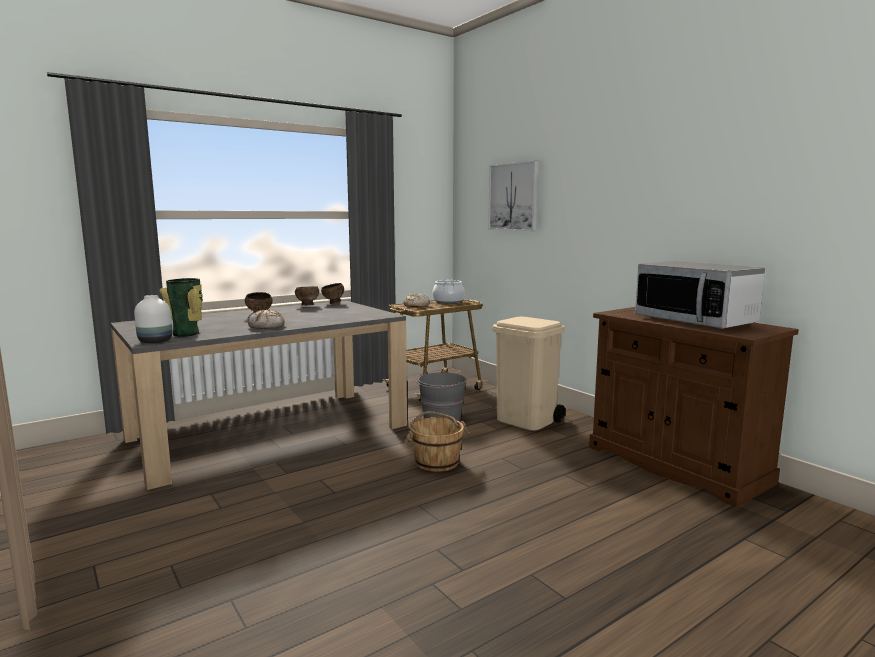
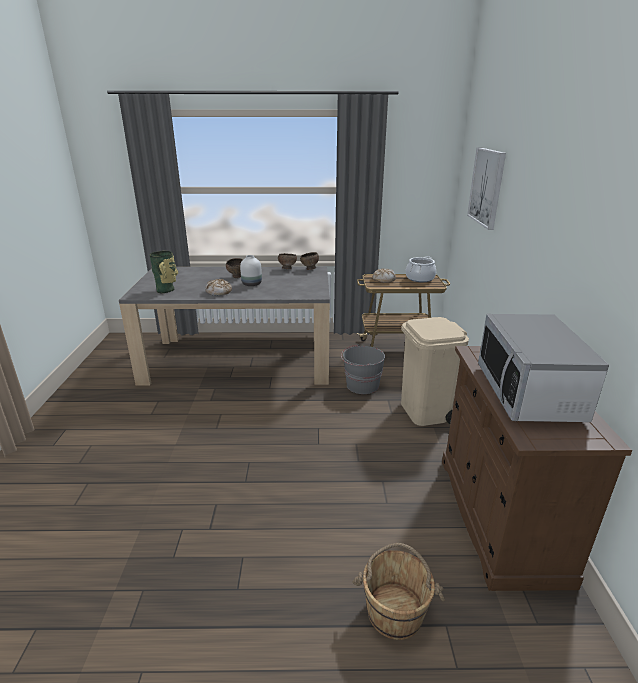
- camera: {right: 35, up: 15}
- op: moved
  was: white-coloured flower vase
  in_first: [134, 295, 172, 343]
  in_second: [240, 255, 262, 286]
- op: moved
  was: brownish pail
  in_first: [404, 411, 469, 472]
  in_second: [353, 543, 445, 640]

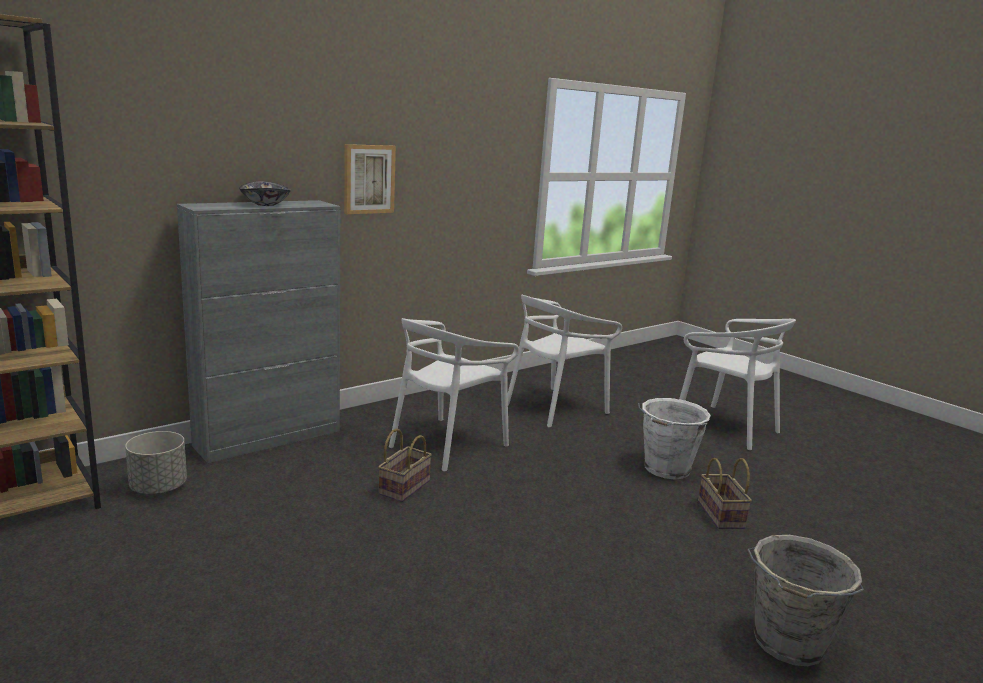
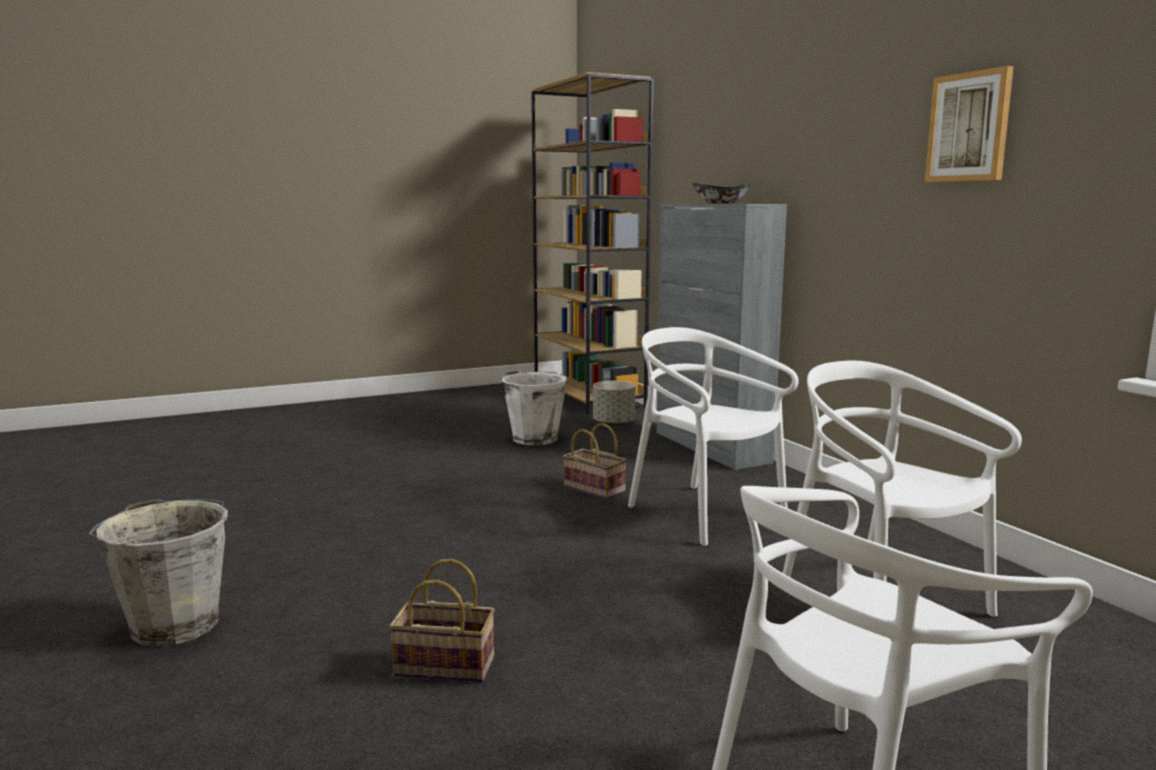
- camera: {right: 105, up: -5}
- op: moved
  was: picture
  in_first: [344, 144, 396, 214]
  in_second: [925, 66, 1014, 182]
- op: moved
  was: white-coloured pail
  in_first: [638, 398, 711, 479]
  in_second: [500, 371, 568, 445]

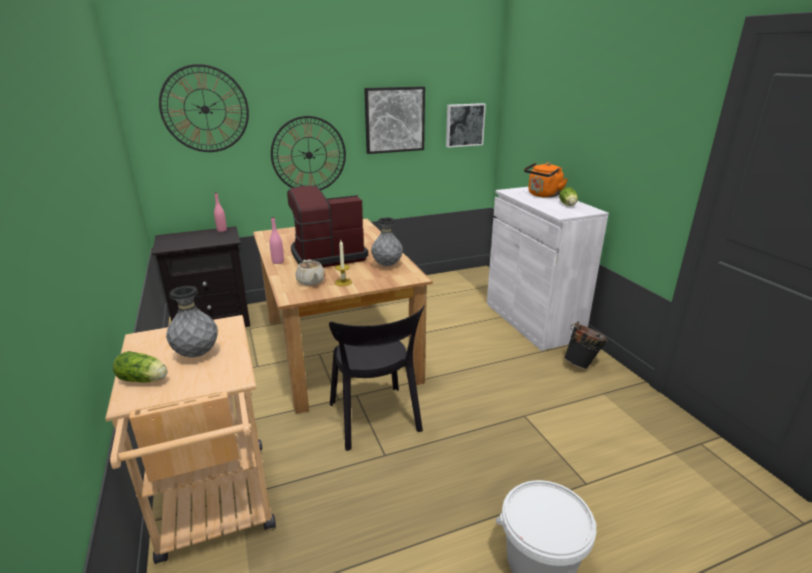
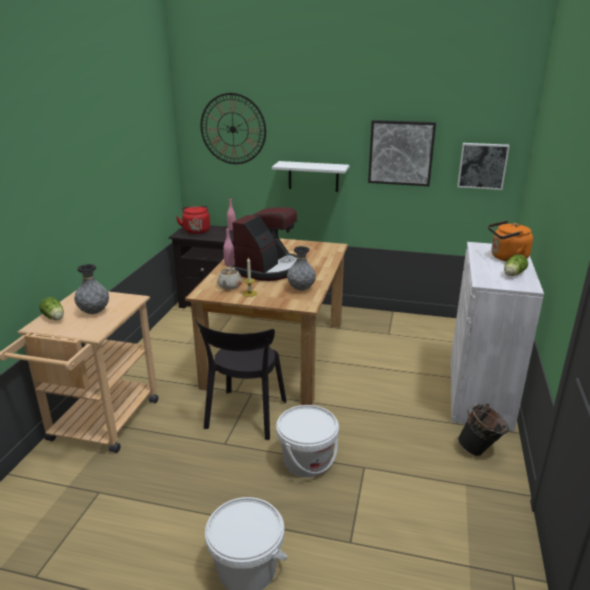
- camera: {right: 35, up: 0}
- op: added
  now: red water kettle
  in_second: [176, 206, 210, 234]
- op: added
  now: white-coloured pail
  in_second: [276, 405, 339, 478]
- op: replaced
  was: clock on the wall
  now: white-coloured wall shelf
  in_first: [271, 116, 346, 190]
  in_second: [272, 161, 350, 192]
- op: turned
  was: coffee machine
  in_first: [287, 186, 368, 267]
  in_second: [232, 207, 297, 281]
  clockwise: 105

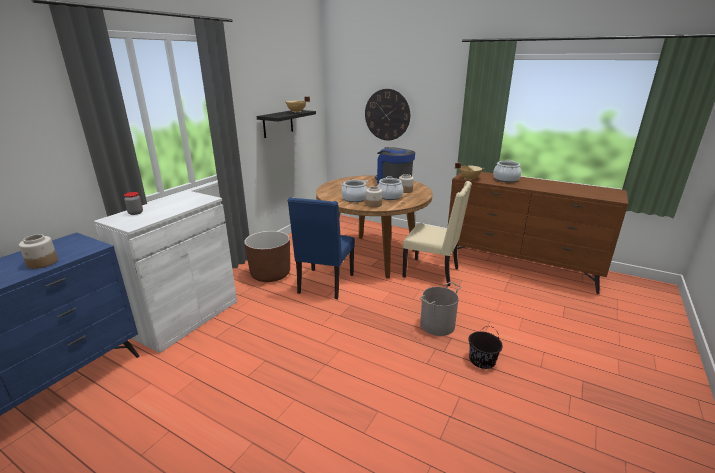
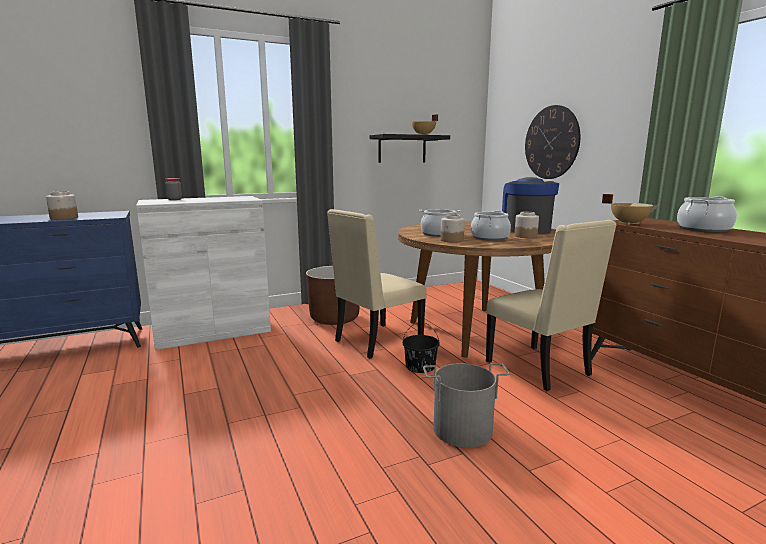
- camera: {right: 35, up: -10}
- op: moved
  was: black-coloured pail
  in_first: [468, 326, 503, 369]
  in_second: [402, 322, 440, 373]
- op: recoloured
  was: blue-coloured chair
  now: beige-coloured chair
  in_first: [288, 197, 355, 299]
  in_second: [327, 209, 426, 359]

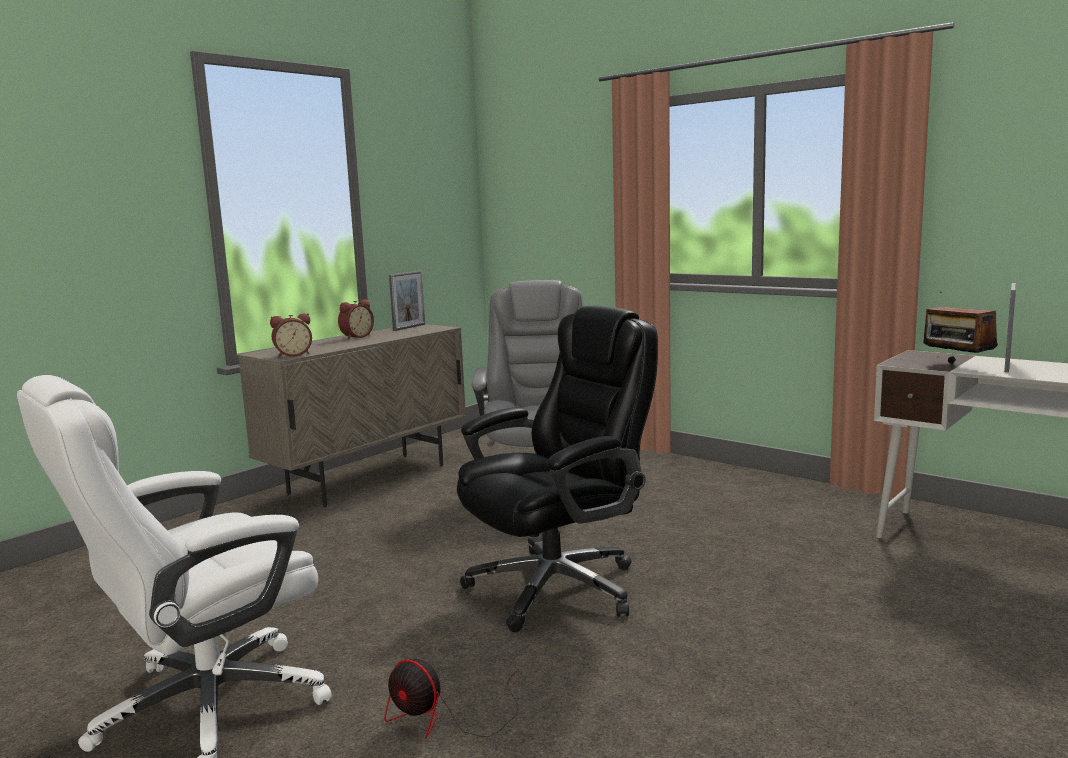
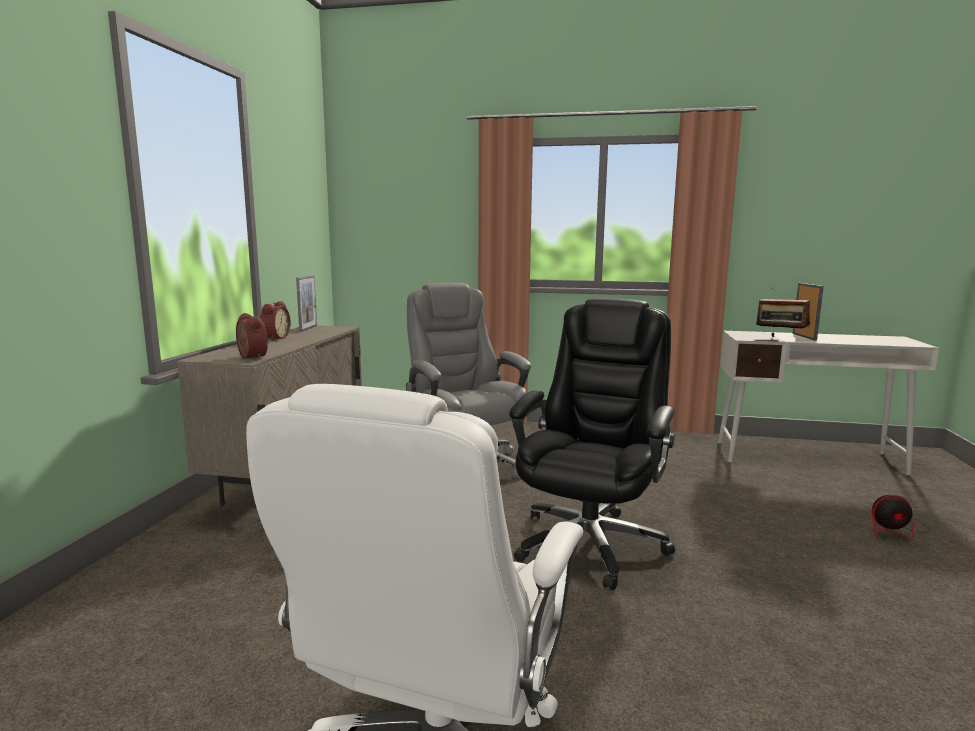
- camera: {right: -30, up: 0}
- op: moved
  was: fan
  in_first: [384, 659, 519, 738]
  in_second: [866, 495, 930, 540]
- op: turned
  was: bedside clock
  in_first: [270, 313, 312, 357]
  in_second: [236, 313, 268, 360]
  clockwise: -75

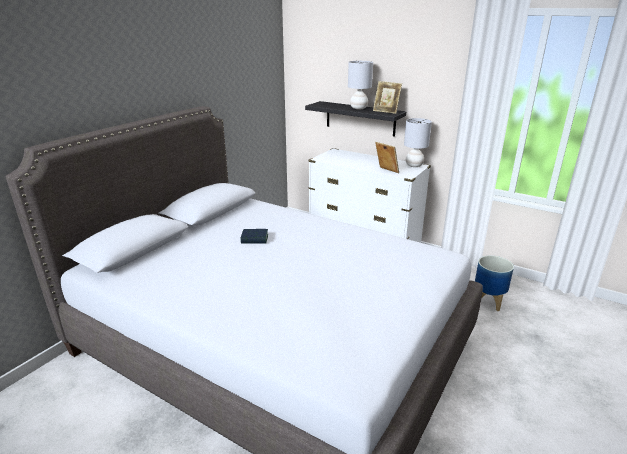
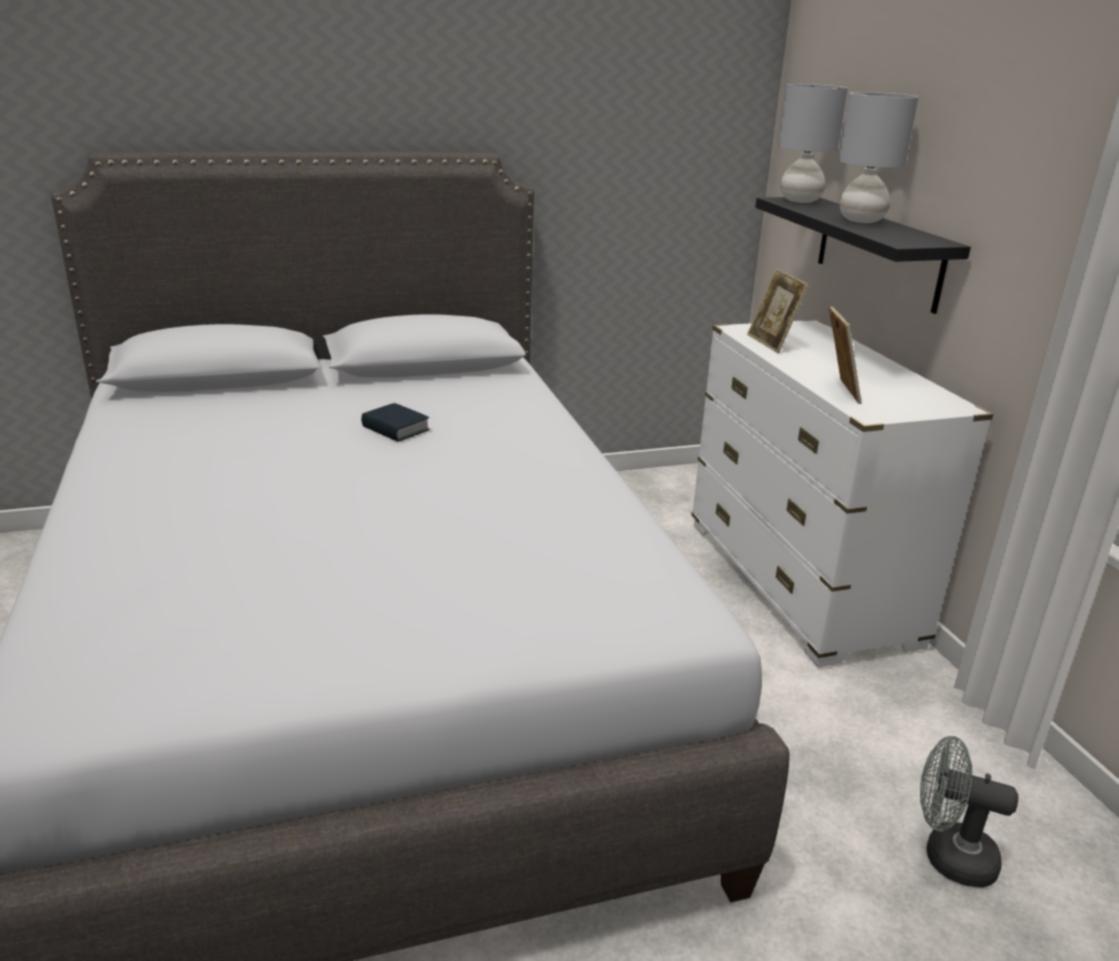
- camera: {right: 40, up: 0}
- op: moved
  was: picture frame
  in_first: [373, 81, 402, 114]
  in_second: [747, 268, 809, 353]
- op: moved
  was: grey table lamp
  in_first: [404, 118, 432, 167]
  in_second: [779, 84, 848, 203]
- op: replaced
  was: plant pot
  now: grey fan
  in_first: [475, 256, 514, 311]
  in_second: [920, 736, 1018, 887]

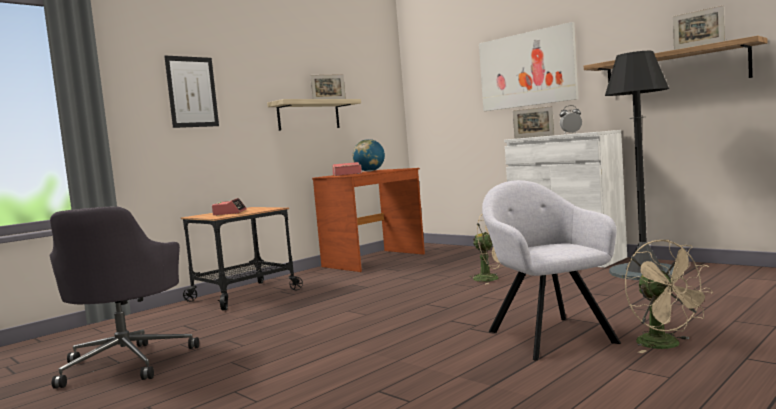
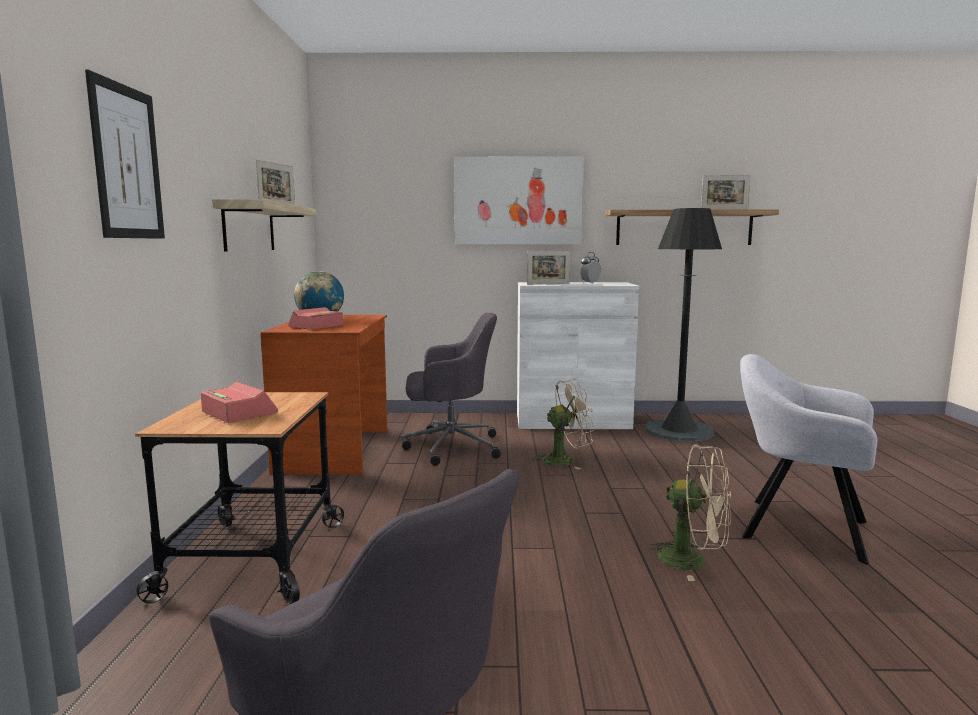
- camera: {right: -45, up: 5}
- op: added
  now: grey office chair
  in_second: [401, 313, 501, 466]
- op: moved
  was: beige-coloured fan
  in_first: [625, 240, 713, 353]
  in_second: [648, 444, 731, 581]

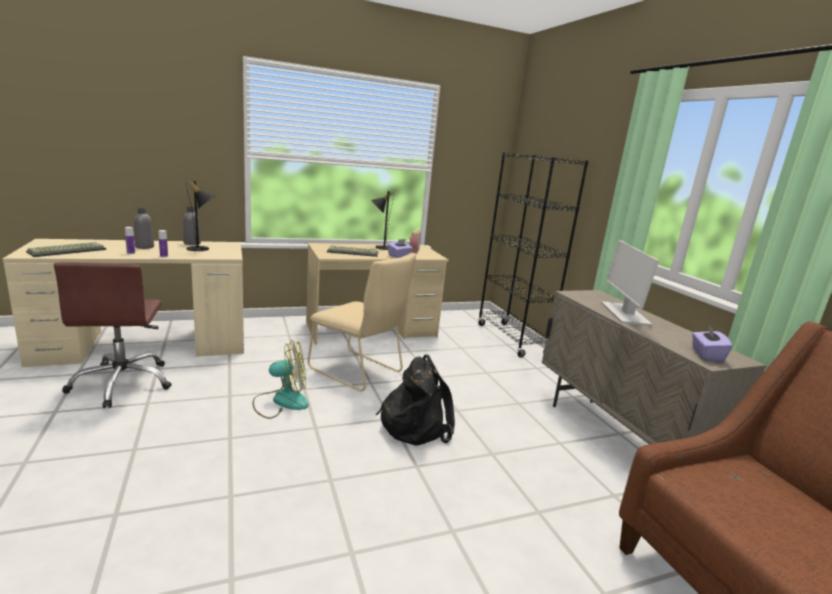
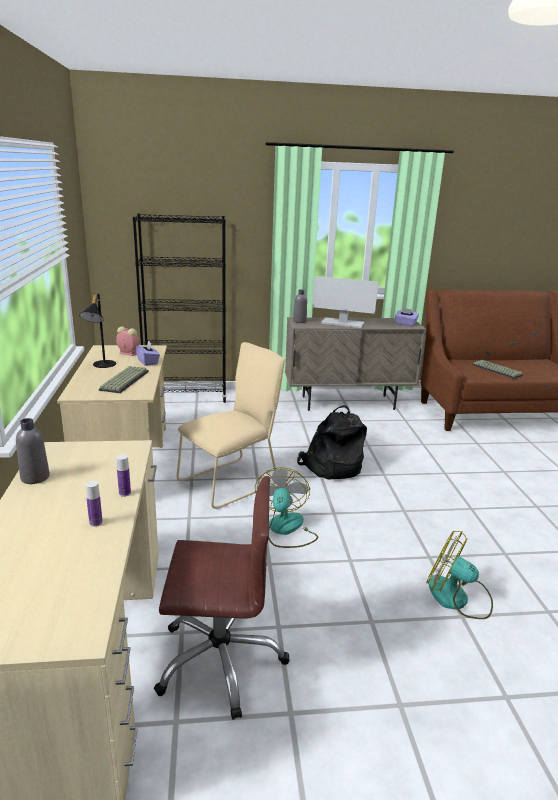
- camera: {right: -75, up: 5}
- op: removed
  was: black-coloured table lamp
  in_first: [186, 181, 216, 251]
- op: added
  now: fan
  in_second: [426, 531, 493, 619]
- op: moved
  was: keyboard
  in_first: [26, 242, 106, 257]
  in_second: [472, 360, 524, 379]
- op: moved
  was: grey beverage bottle
  in_first: [134, 208, 154, 249]
  in_second: [293, 290, 307, 323]

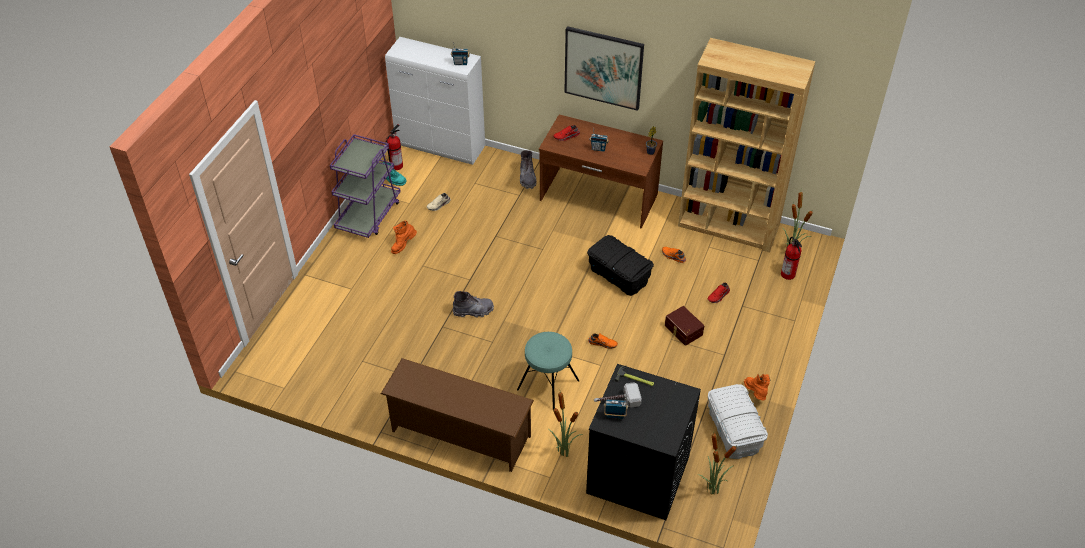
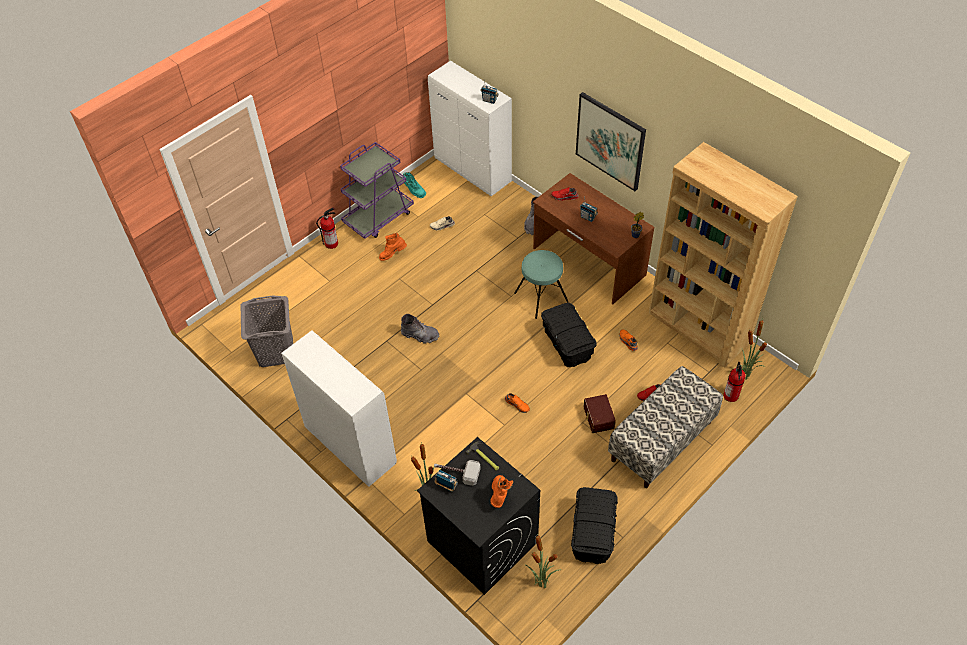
- camera: {right: 25, up: 5}
- op: added
  now: grey laundry basket
  in_second: [240, 296, 293, 367]
- op: added
  now: bench
  in_second: [608, 366, 723, 488]
- op: moved
  was: fire-fighting cylinder
  in_first: [385, 124, 403, 170]
  in_second: [316, 207, 338, 249]
- op: moved
  was: turquoise-coloured sitting stool
  in_first: [517, 332, 579, 410]
  in_second: [514, 250, 569, 319]
- op: moved
  was: orangey boot
  in_first: [744, 373, 770, 400]
  in_second: [491, 475, 513, 508]
- op: replaced
  was: brownish shoe stand
  now: white-coloured cabinet
  in_first: [381, 358, 534, 472]
  in_second: [281, 331, 397, 487]
- op: recoloured
  was: white-coloured storage container
  now: black-coloured storage container
  in_first: [708, 384, 768, 459]
  in_second: [571, 487, 618, 564]

